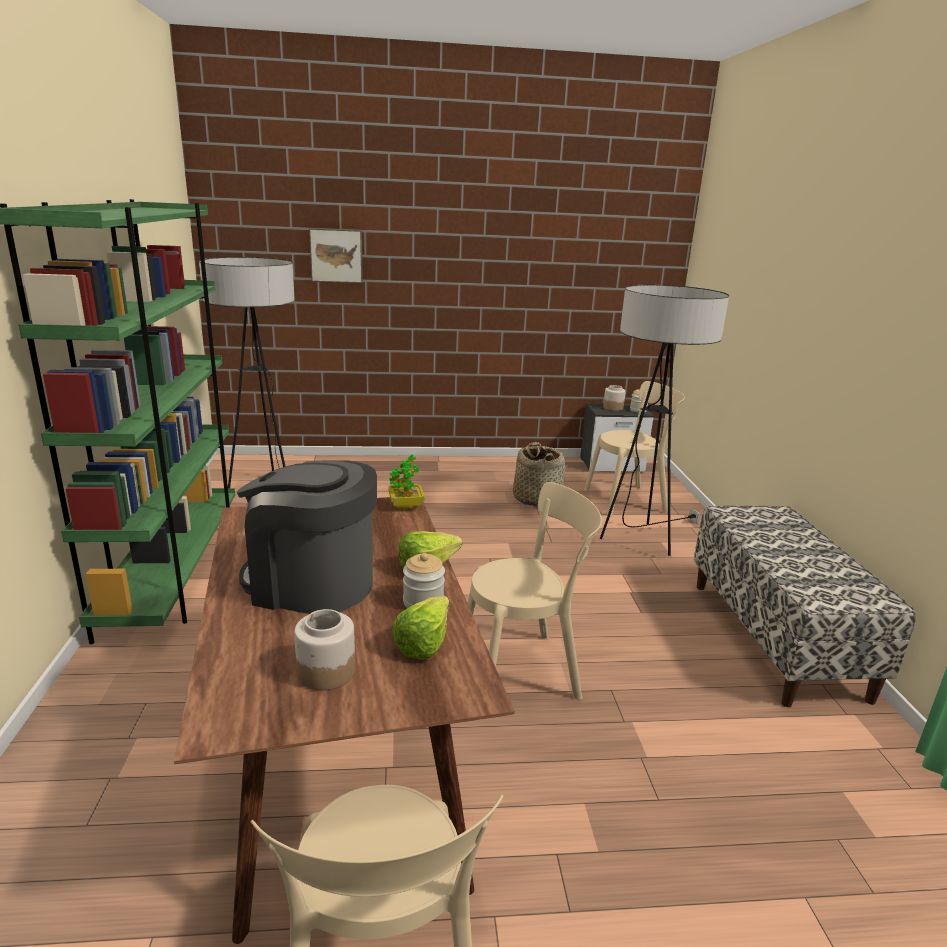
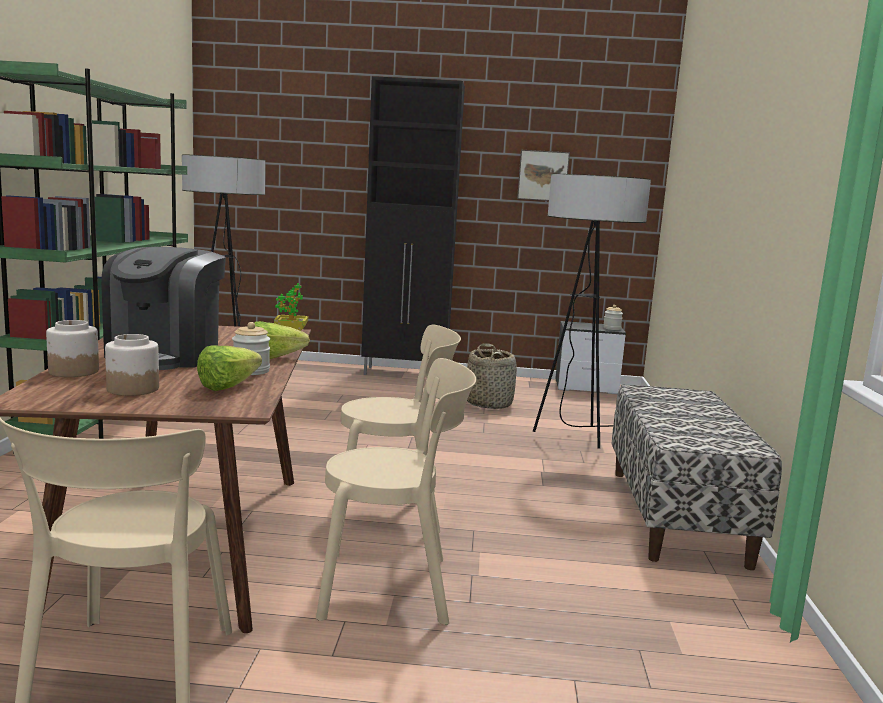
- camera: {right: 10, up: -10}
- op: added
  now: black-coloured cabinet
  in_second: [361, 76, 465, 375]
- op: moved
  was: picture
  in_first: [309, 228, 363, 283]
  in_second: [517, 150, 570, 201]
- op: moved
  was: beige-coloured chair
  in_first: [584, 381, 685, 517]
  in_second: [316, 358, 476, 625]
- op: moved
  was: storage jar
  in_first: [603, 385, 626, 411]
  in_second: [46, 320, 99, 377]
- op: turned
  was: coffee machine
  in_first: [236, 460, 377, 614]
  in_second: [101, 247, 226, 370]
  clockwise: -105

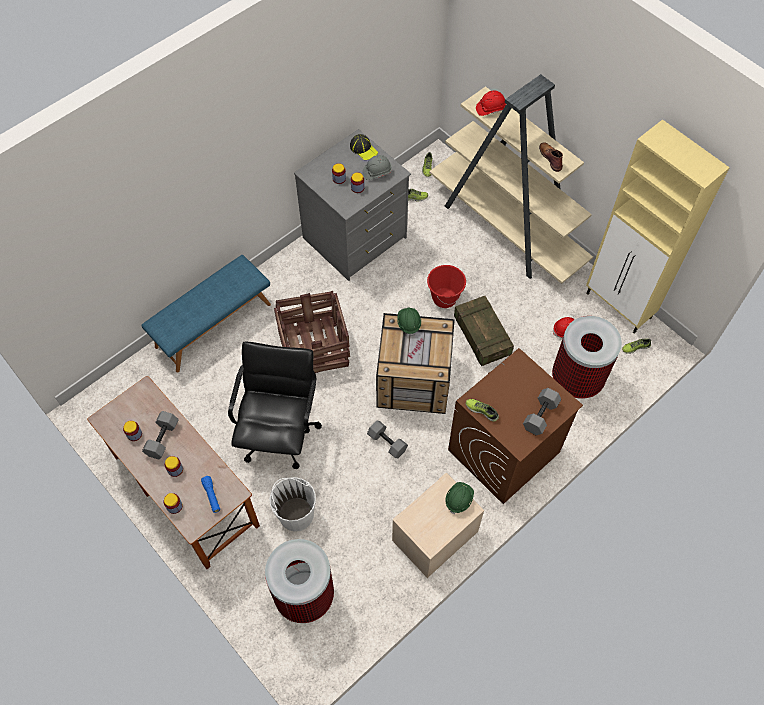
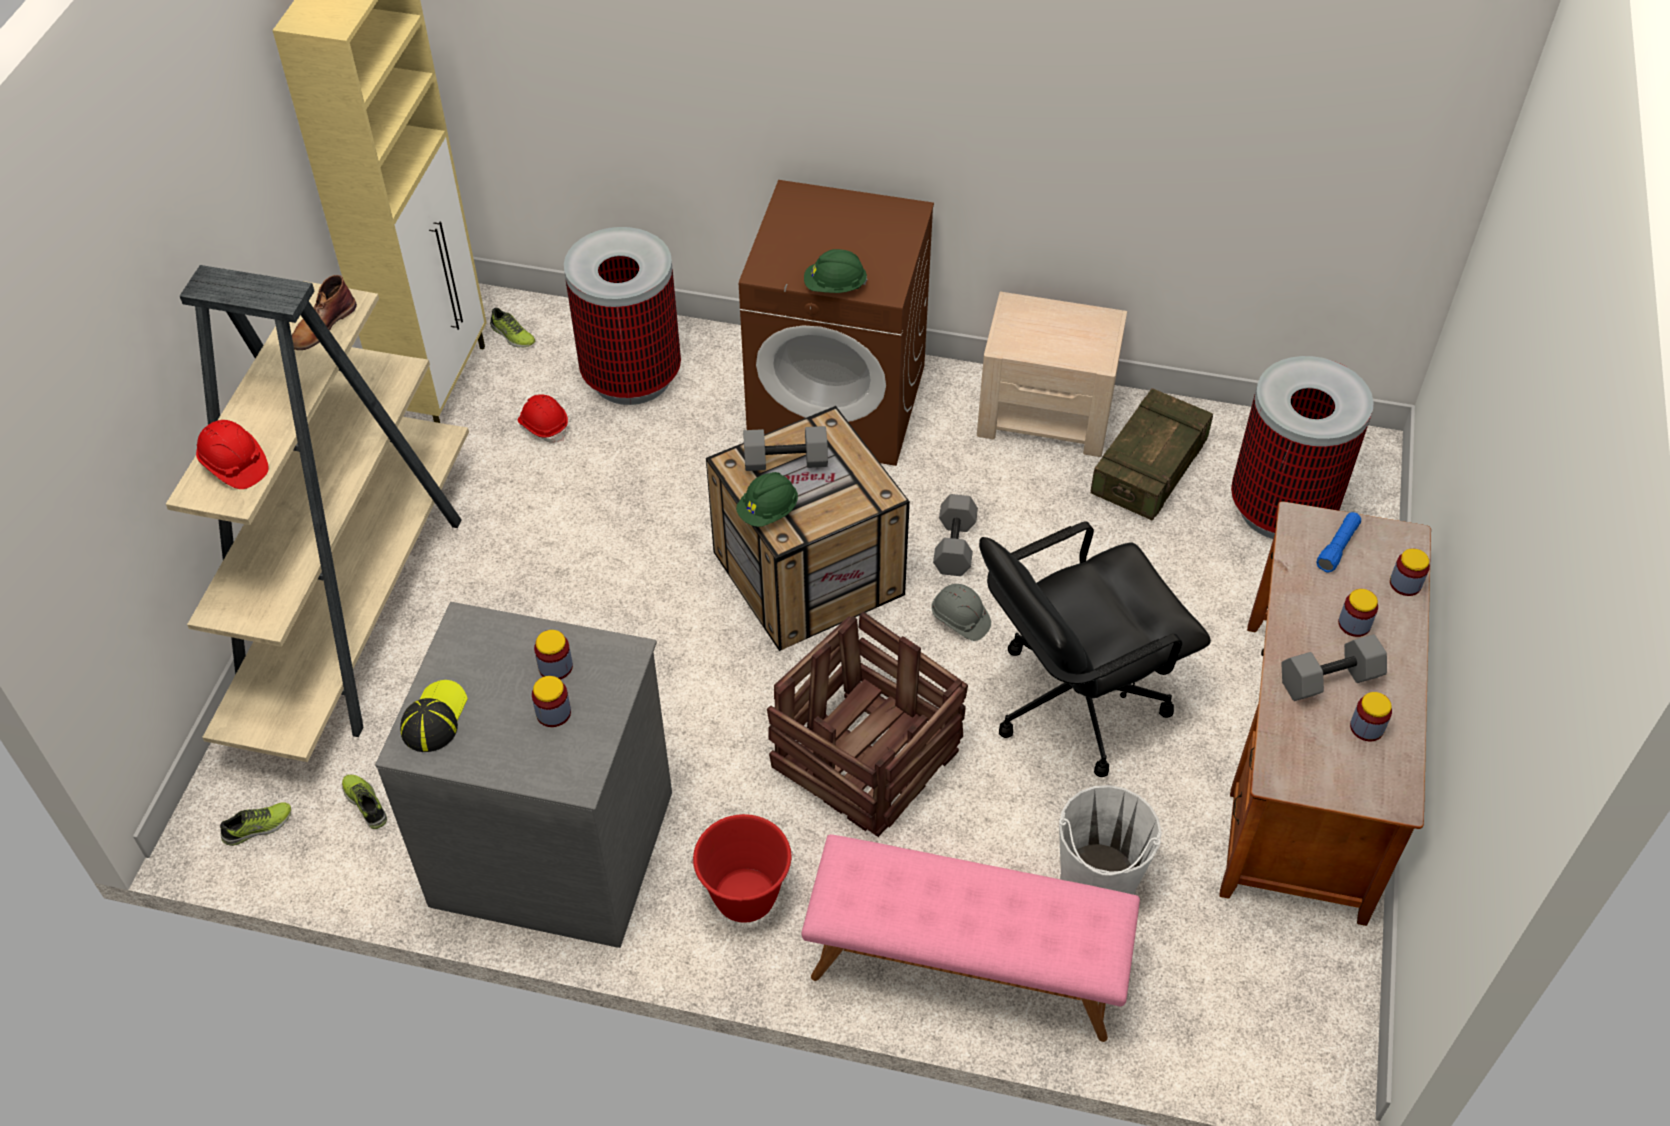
- camera: {right: -125, up: -10}
- op: removed
  was: low shoe
  in_first: [466, 399, 499, 422]
- op: moved
  was: white-coloured pail
  in_first: [270, 477, 316, 532]
  in_second: [1059, 785, 1162, 895]
- op: moved
  was: grey safety helmet
  in_first: [362, 155, 392, 180]
  in_second: [932, 584, 991, 641]
- op: moved
  was: red pail
  in_first: [427, 265, 466, 308]
  in_second: [691, 814, 794, 923]
- op: moved
  was: green-coloured safety helmet
  in_first: [445, 482, 474, 514]
  in_second: [804, 249, 868, 293]
- op: moved
  was: packing crate
  in_first: [454, 296, 514, 366]
  in_second: [1091, 388, 1213, 521]
- op: moved
  was: grey free weight
  in_first: [523, 388, 561, 435]
  in_second: [743, 426, 828, 471]
- op: recoloured
  was: blue-coloured bench
  now: pinkish bench
  in_first: [142, 255, 271, 373]
  in_second: [801, 834, 1140, 1042]

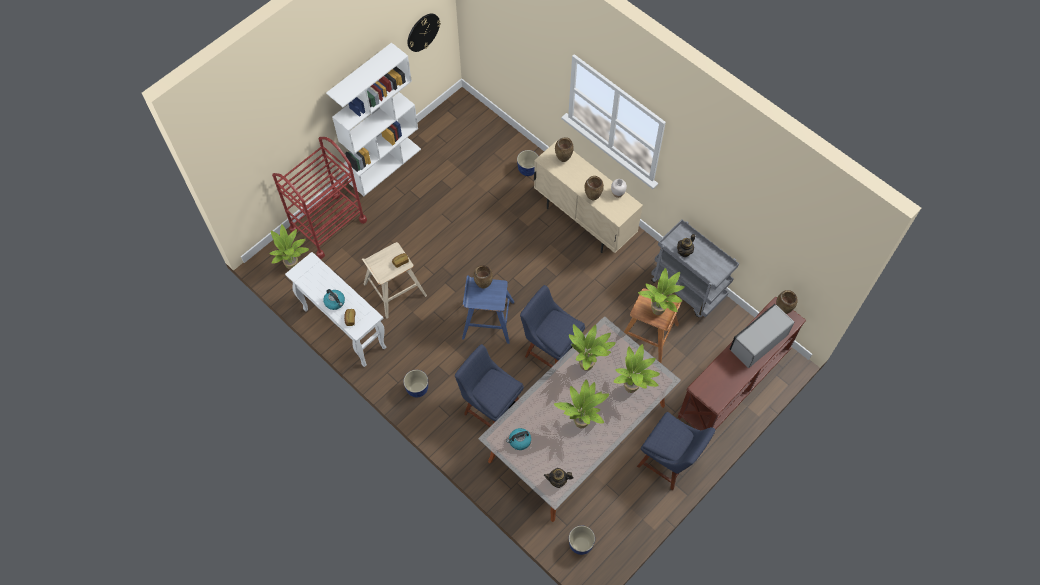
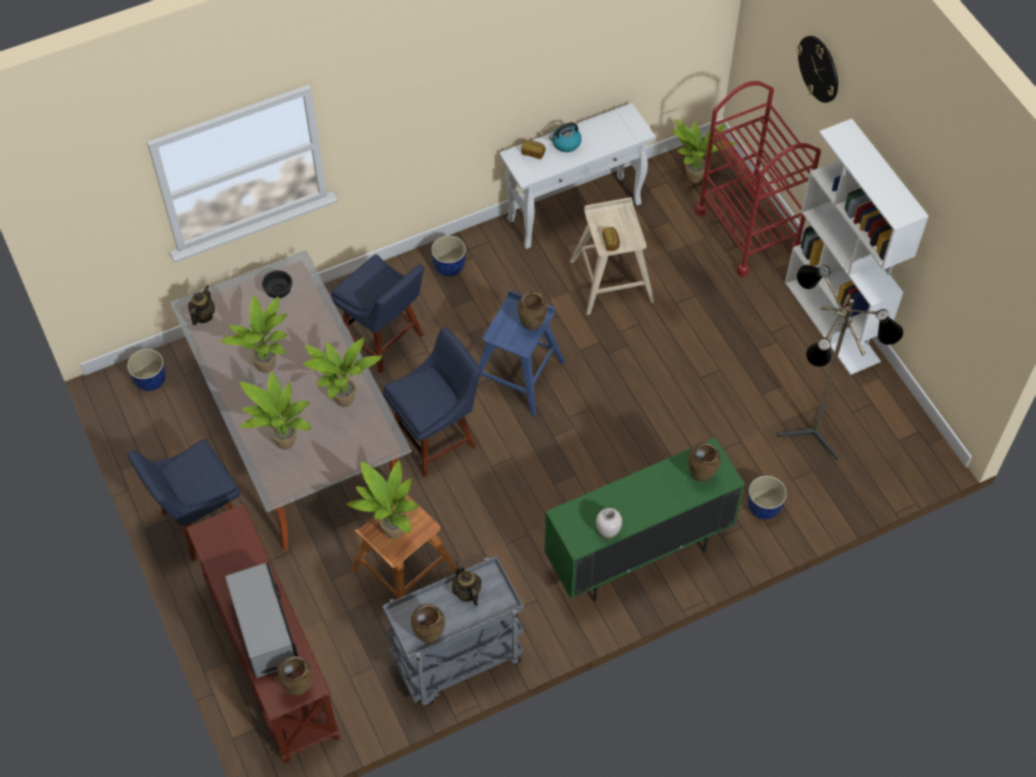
- camera: {right: 110, up: -5}
- op: added
  now: floor lamp
  in_second: [777, 265, 904, 460]
- op: moved
  was: clock on the wall
  in_first: [408, 13, 441, 52]
  in_second: [797, 36, 838, 103]
- op: moved
  was: brownish flower vase
  in_first: [584, 176, 604, 200]
  in_second: [411, 604, 445, 643]
- op: replaced
  was: water kettle
  now: black-coloured serving bowl
  in_first: [506, 428, 531, 450]
  in_second: [262, 270, 292, 298]
- op: recoloured
  was: beige-coloured cabinet
  now: green-coloured cabinet
  in_first: [534, 139, 643, 253]
  in_second: [544, 438, 745, 601]
- op: turned
  was: blue-coloured chair
  in_first: [455, 344, 524, 427]
  in_second: [331, 254, 424, 373]
  clockwise: 75

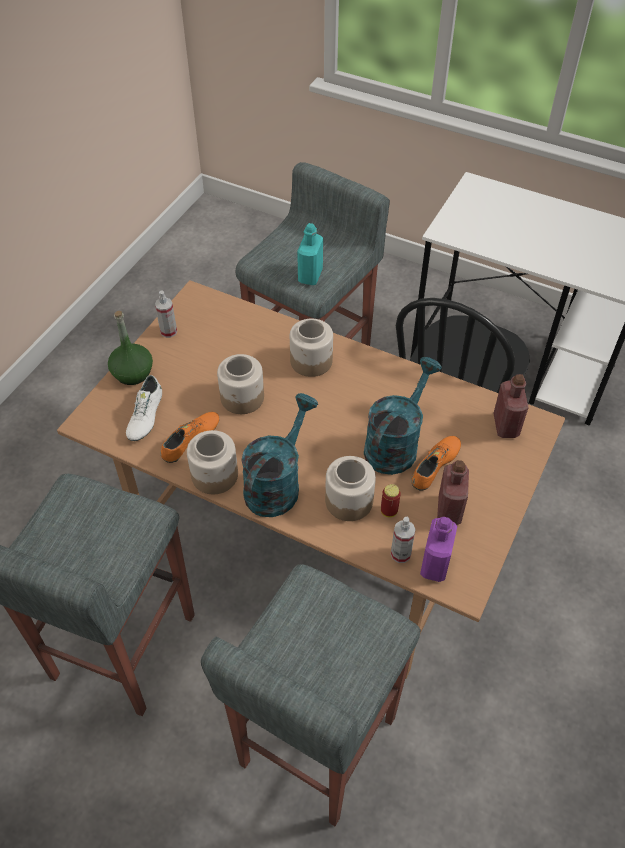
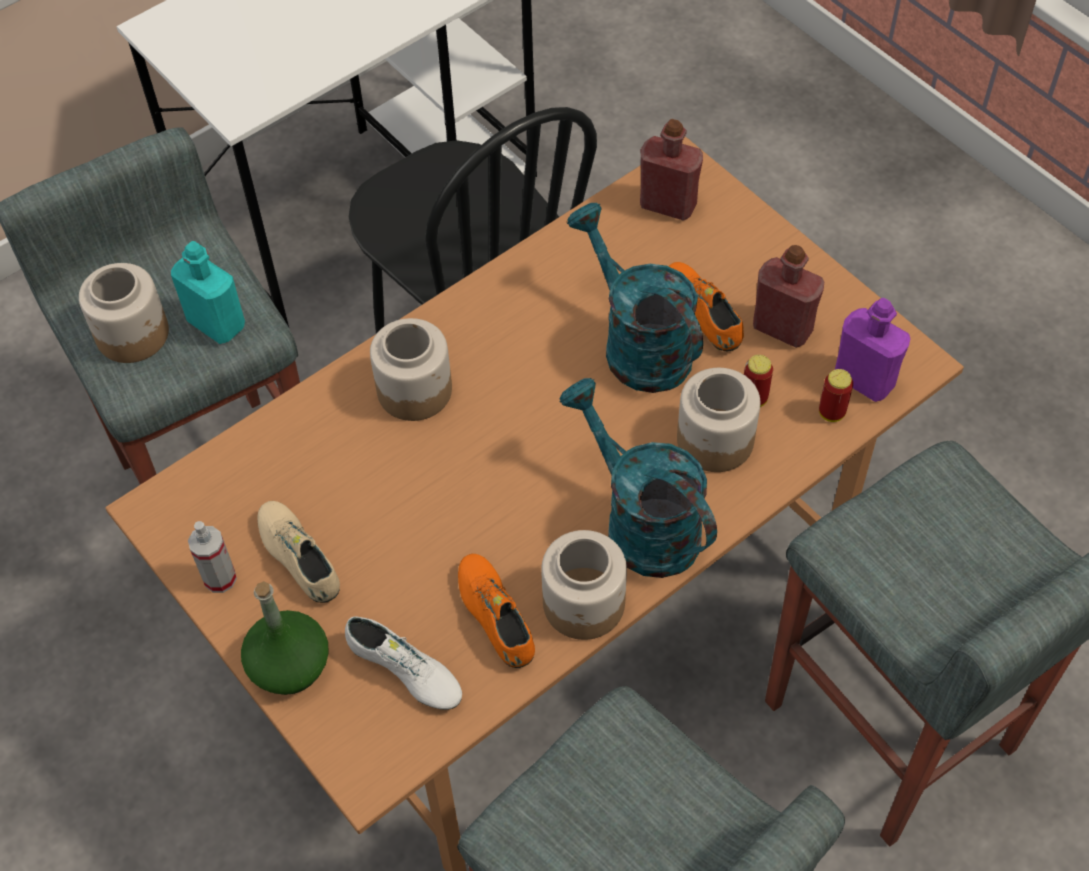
- camera: {right: -65, up: 5}
- op: added
  now: beige-coloured low shoe
  in_second: [258, 501, 340, 603]
- op: moved
  was: storage jar
  in_first: [217, 354, 264, 414]
  in_second: [79, 263, 169, 363]
- op: replaced
  was: sprayer
  now: can
  in_first: [391, 517, 416, 563]
  in_second: [819, 369, 853, 422]

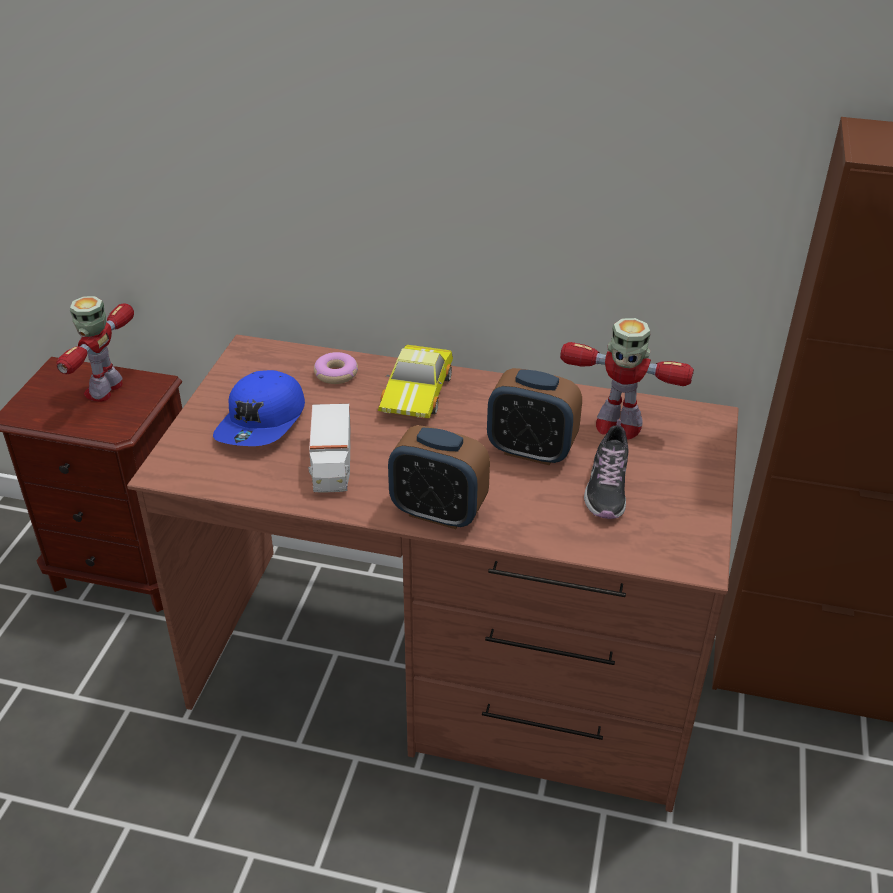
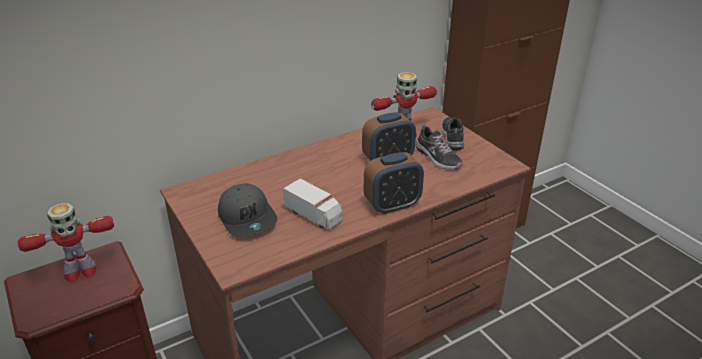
- camera: {right: -45, up: -5}
- op: removed
  was: ring doughnut
  in_first: [314, 352, 358, 384]
- op: removed
  was: toy car
  in_first: [378, 345, 453, 418]
- op: added
  now: low shoe
  in_second: [441, 117, 464, 150]
- op: recoloured
  was: blue-coloured cap
  now: grey cap
  in_first: [213, 370, 305, 446]
  in_second: [218, 183, 277, 238]
- op: turned
  was: model robot
  in_first: [56, 296, 134, 402]
  in_second: [18, 203, 114, 283]
  clockwise: -90

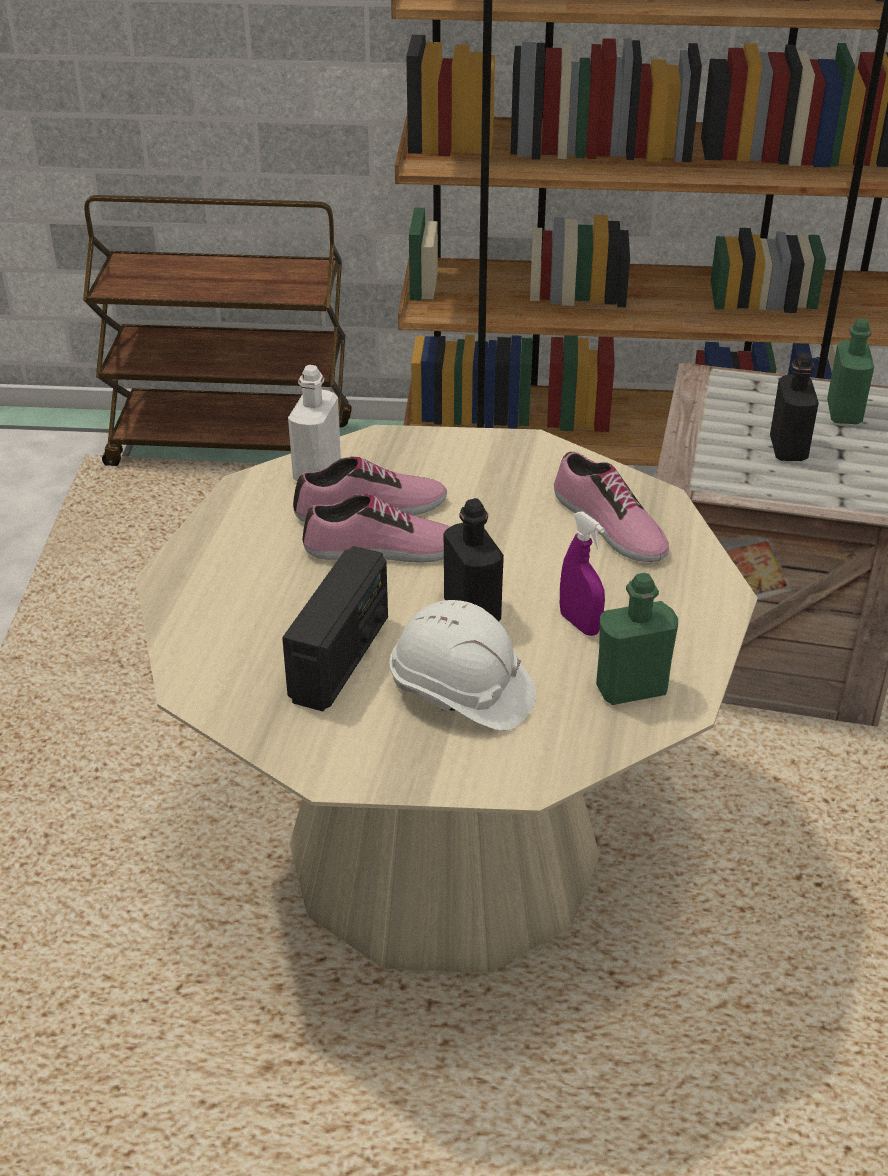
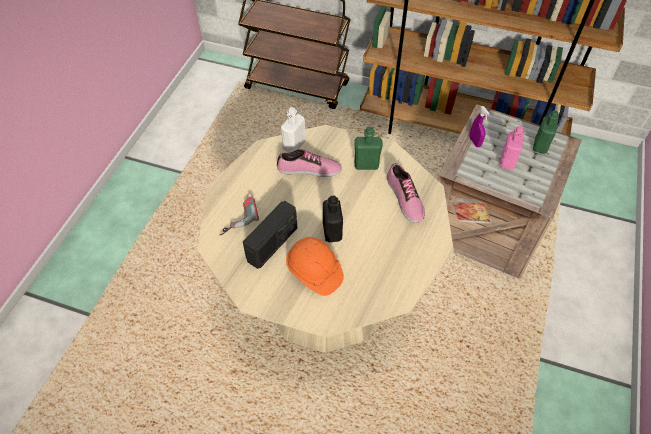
- camera: {right: 15, up: 15}
- op: removed
  was: low shoe
  in_first: [303, 494, 450, 563]
- op: added
  now: power drill
  in_second: [220, 193, 259, 235]
- op: moved
  was: purple sprayer
  in_first: [560, 511, 605, 636]
  in_second: [470, 106, 490, 147]
- op: moved
  was: green-coloured beverage bottle
  in_first: [596, 573, 678, 705]
  in_second: [354, 127, 383, 170]
- op: recoloured
  was: white-coloured safety helmet
  now: orangey safety helmet
  in_first: [390, 600, 536, 731]
  in_second: [286, 237, 344, 296]
- op: recoloured
  was: black-coloured beverage bottle
  now: pinkish beverage bottle
  in_first: [770, 353, 819, 461]
  in_second: [499, 126, 524, 170]

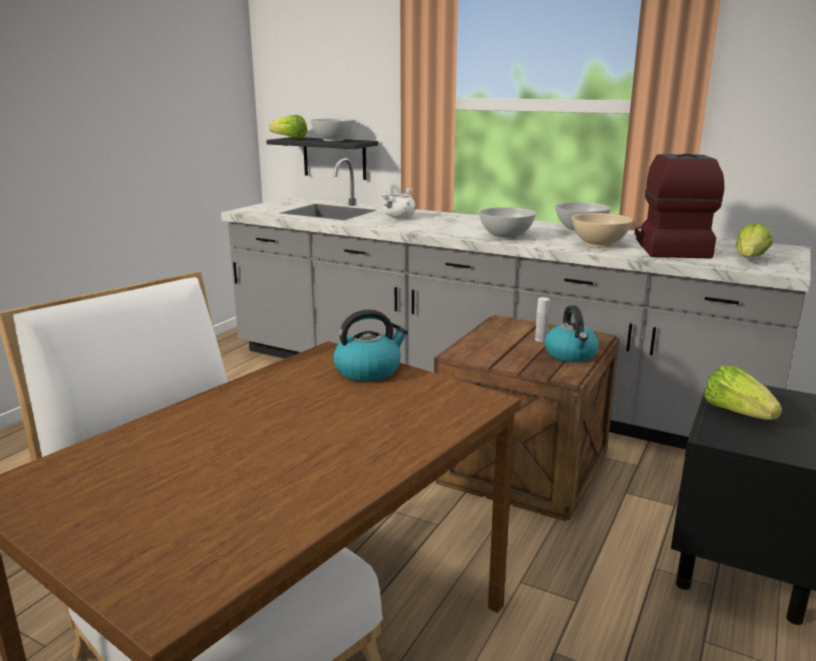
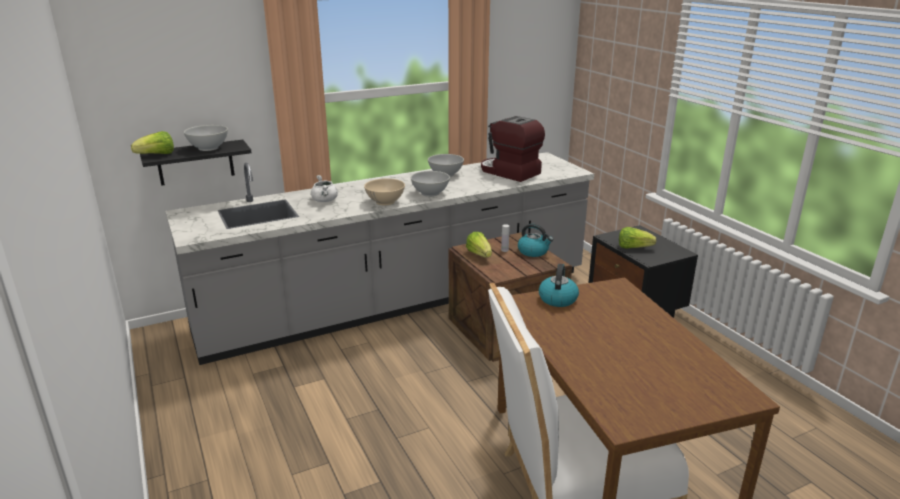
- camera: {right: -55, up: 5}
- op: moved
  was: beige-coloured serving bowl
  in_first: [572, 213, 633, 247]
  in_second: [364, 179, 405, 205]
- op: moved
  was: lettuce head
  in_first: [735, 223, 773, 257]
  in_second: [466, 232, 492, 258]

